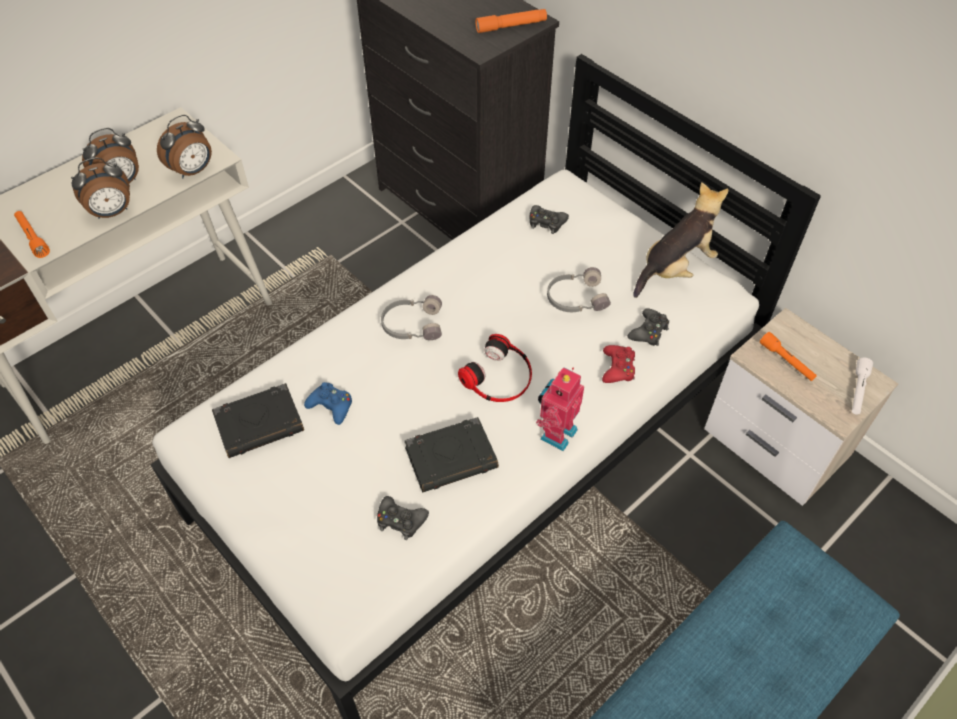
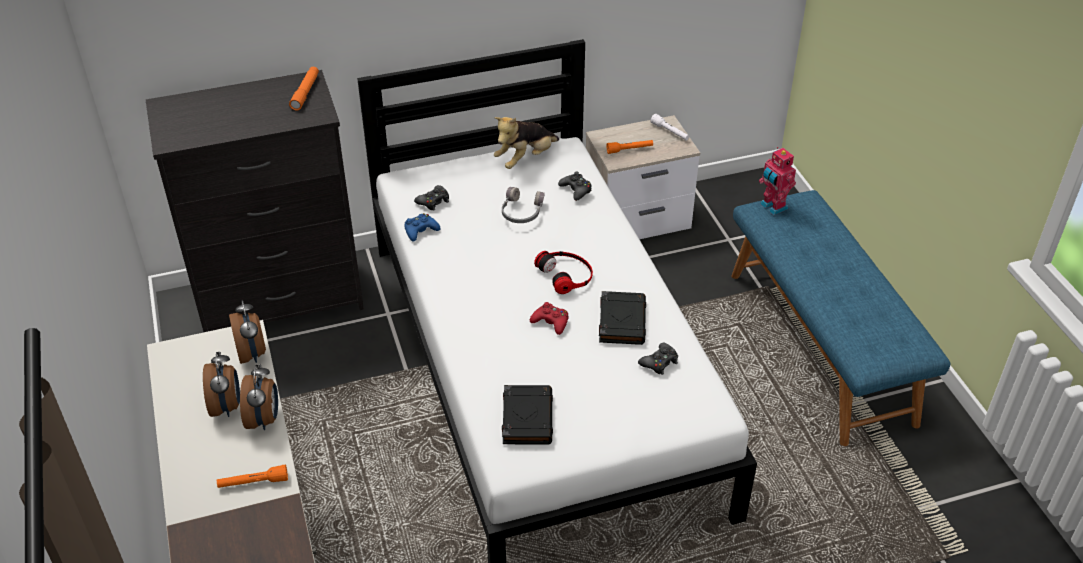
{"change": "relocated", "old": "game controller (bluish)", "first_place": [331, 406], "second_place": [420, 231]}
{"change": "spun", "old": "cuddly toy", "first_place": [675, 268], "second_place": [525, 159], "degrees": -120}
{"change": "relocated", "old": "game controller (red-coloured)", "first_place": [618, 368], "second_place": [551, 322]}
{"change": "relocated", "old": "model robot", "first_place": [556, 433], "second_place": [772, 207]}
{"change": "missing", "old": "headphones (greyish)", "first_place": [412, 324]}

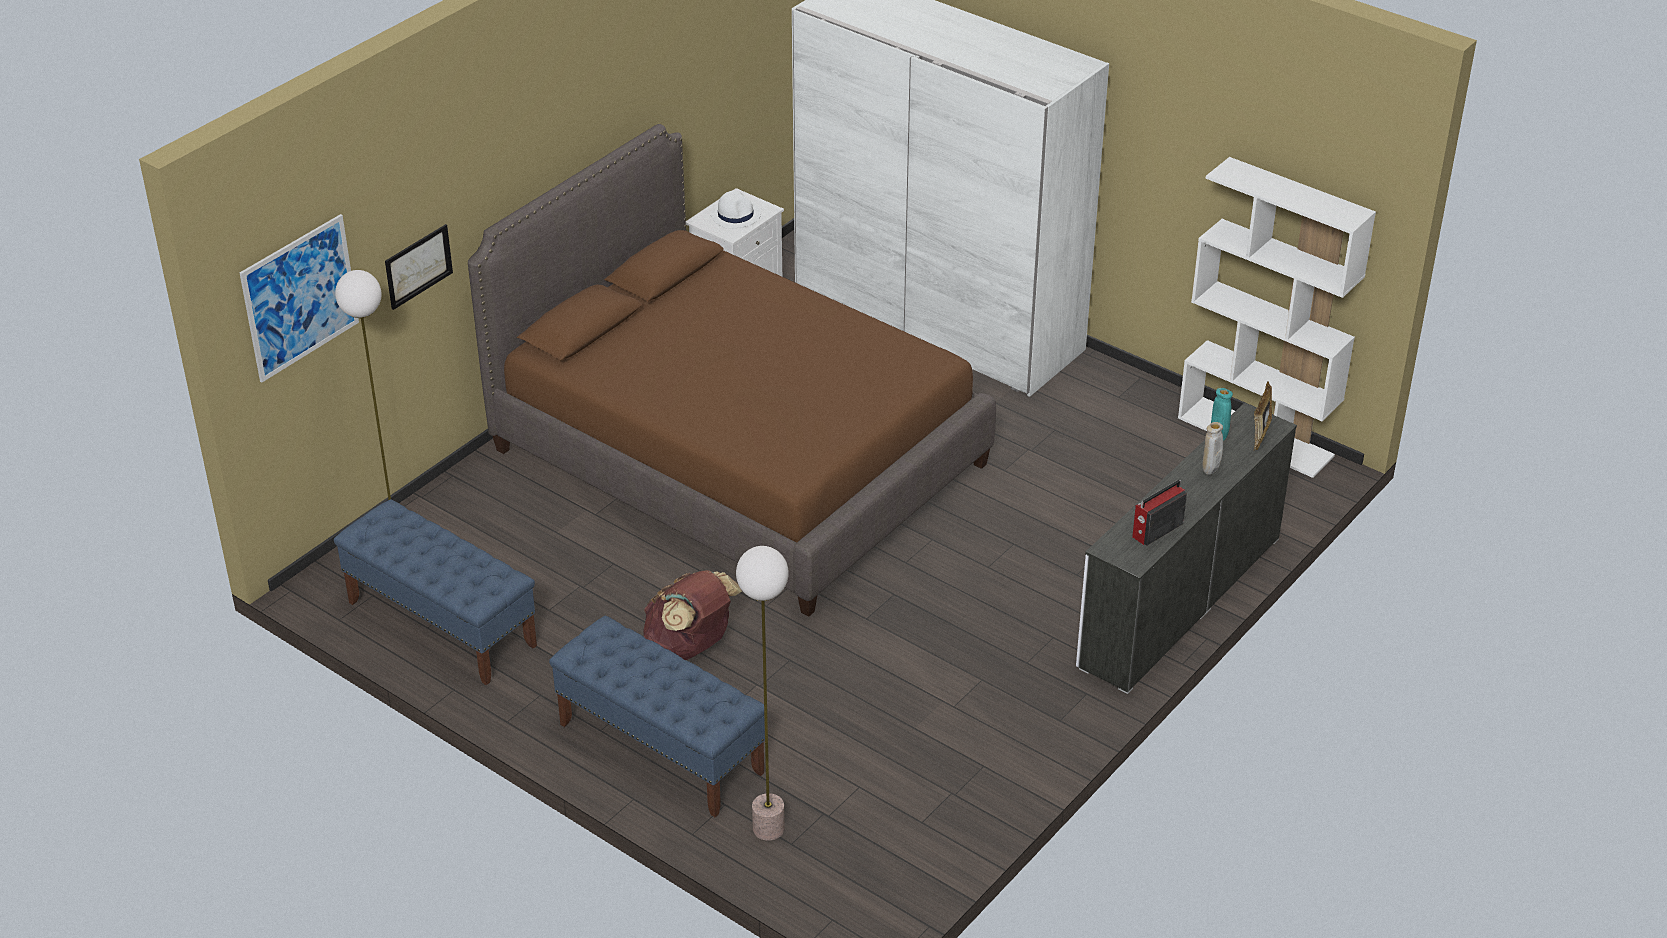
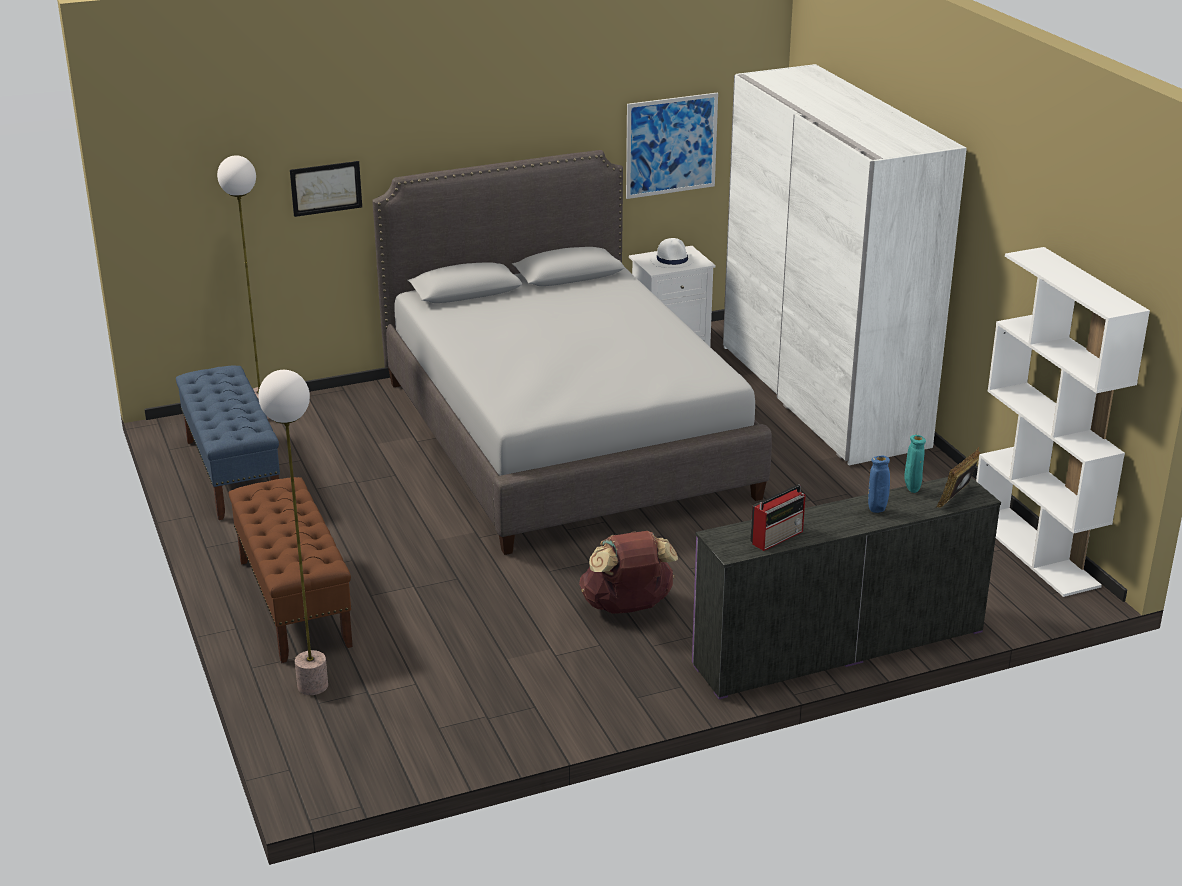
{"change": "colour", "old": "bench (bluish)", "new": "bench (brown-coloured)", "first_place": [660, 748], "second_place": [293, 602]}
{"change": "colour", "old": "bed (brown-coloured)", "new": "bed (greyish)", "first_place": [739, 456], "second_place": [565, 437]}
{"change": "relocated", "old": "rucksack (brown-coloured)", "first_place": [690, 647], "second_place": [627, 607]}
{"change": "relocated", "old": "wall art", "first_place": [300, 297], "second_place": [671, 145]}
{"change": "colour", "old": "chest of drawers (white-coloured)", "new": "chest of drawers (purplish)", "first_place": [1179, 601], "second_place": [838, 647]}
{"change": "spun", "old": "radio receiver", "first_place": [1156, 530], "second_place": [778, 537], "degrees": 150}
{"change": "colour", "old": "vase (sand-coloured)", "new": "vase (bluish)", "first_place": [1210, 472], "second_place": [876, 511]}

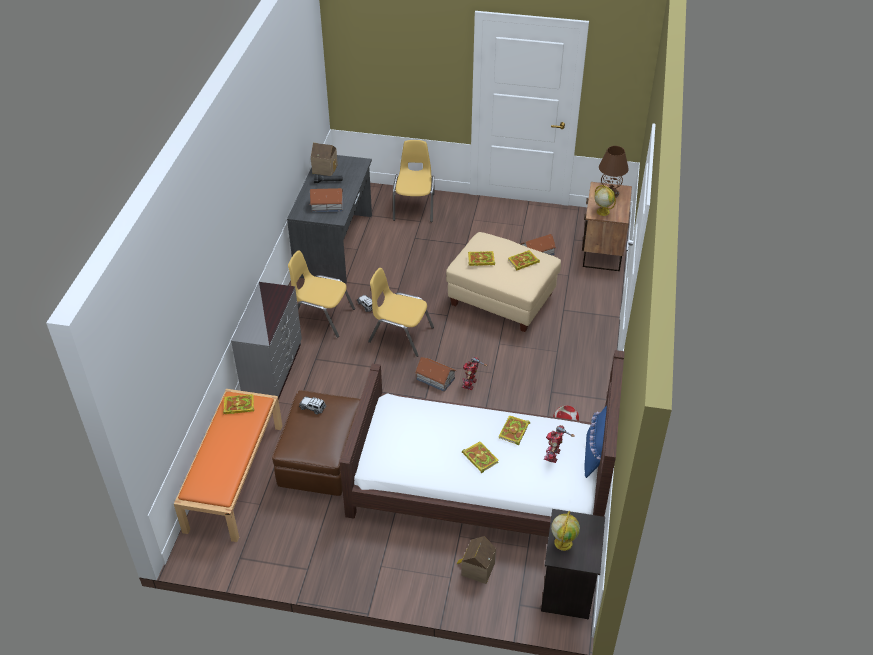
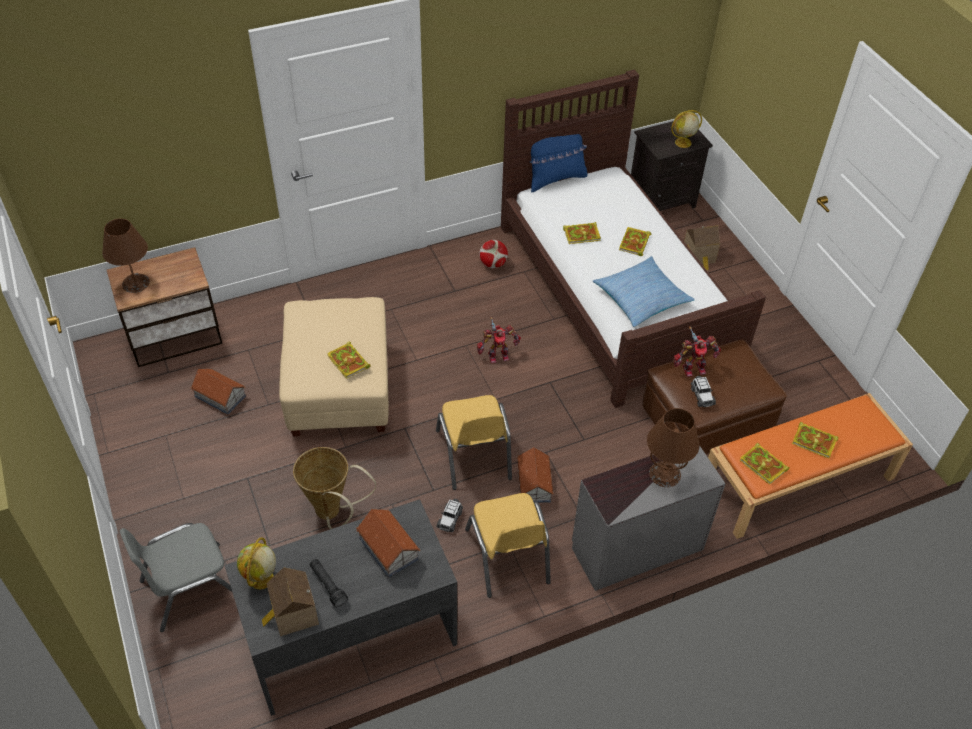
{"change": "colour", "old": "upright chair (yellow-coloured)", "new": "upright chair (greyish)", "first_place": [414, 207], "second_place": [190, 587]}
{"change": "relocated", "old": "world globe", "first_place": [602, 211], "second_place": [261, 579]}
{"change": "appeared", "new": "household basket", "second_place": [332, 513]}
{"change": "relocated", "old": "model house", "first_place": [435, 378], "second_place": [533, 484]}
{"change": "appeared", "new": "cushion", "second_place": [641, 298]}
{"change": "appeared", "new": "table lamp (brown-coloured)", "second_place": [664, 474]}
{"change": "relocated", "old": "model robot", "first_place": [553, 455], "second_place": [693, 368]}
{"change": "relocated", "old": "volume", "first_place": [522, 262], "second_place": [815, 442]}

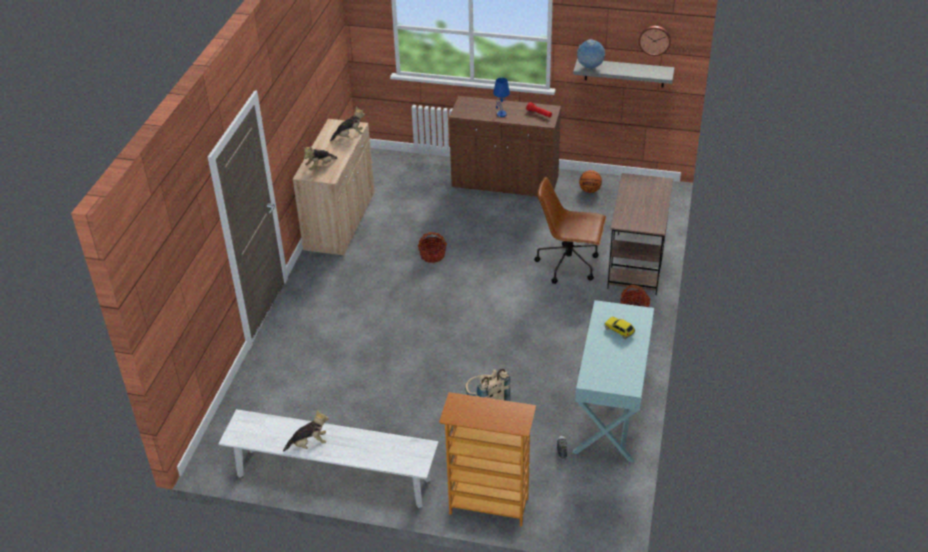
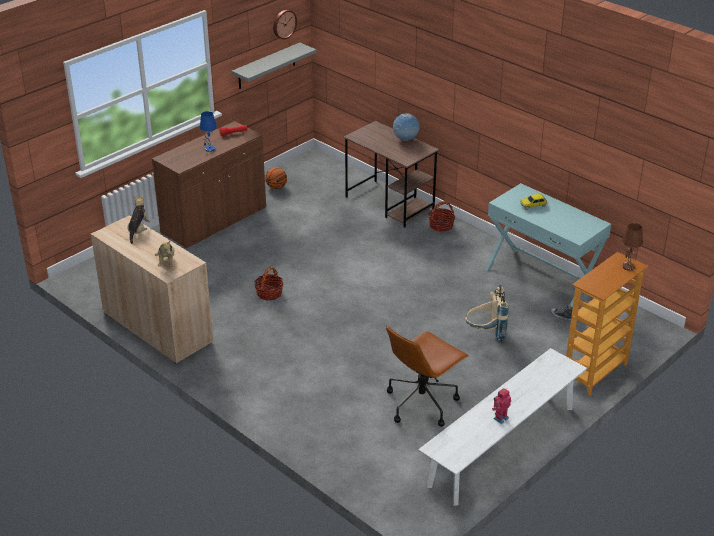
{"change": "relocated", "old": "desk chair (brown-coloured)", "first_place": [569, 265], "second_place": [422, 402]}
{"change": "relocated", "old": "world globe", "first_place": [590, 67], "second_place": [405, 140]}
{"change": "exchanged", "old": "cuddly toy", "new": "model robot", "first_place": [309, 444], "second_place": [500, 418]}
{"change": "appeared", "new": "table lamp (brown-coloured)", "second_place": [628, 266]}

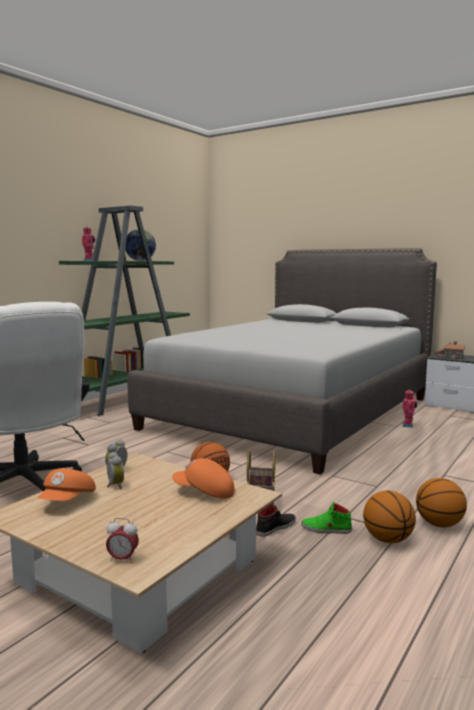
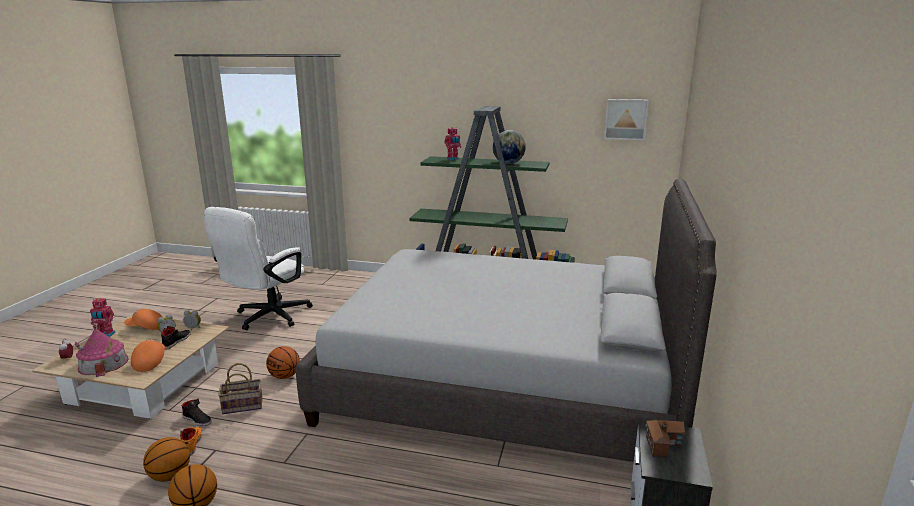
{"change": "appeared", "new": "model house", "second_place": [103, 363]}
{"change": "relocated", "old": "model robot", "first_place": [408, 425], "second_place": [106, 335]}
{"change": "appeared", "new": "shoe (black)", "second_place": [176, 341]}
{"change": "colour", "old": "shoe (greenish)", "new": "shoe (orange-coloured)", "first_place": [326, 529], "second_place": [192, 443]}
{"change": "appeared", "new": "wall art", "second_place": [625, 119]}

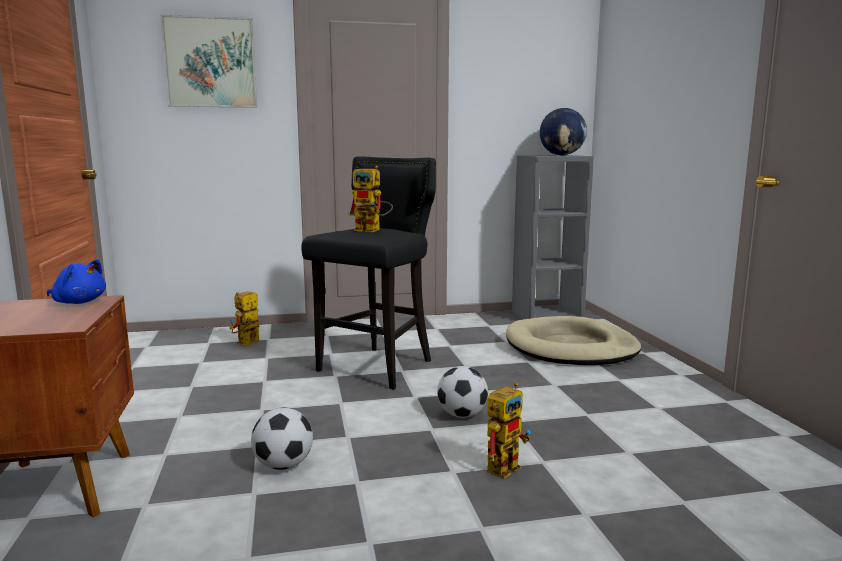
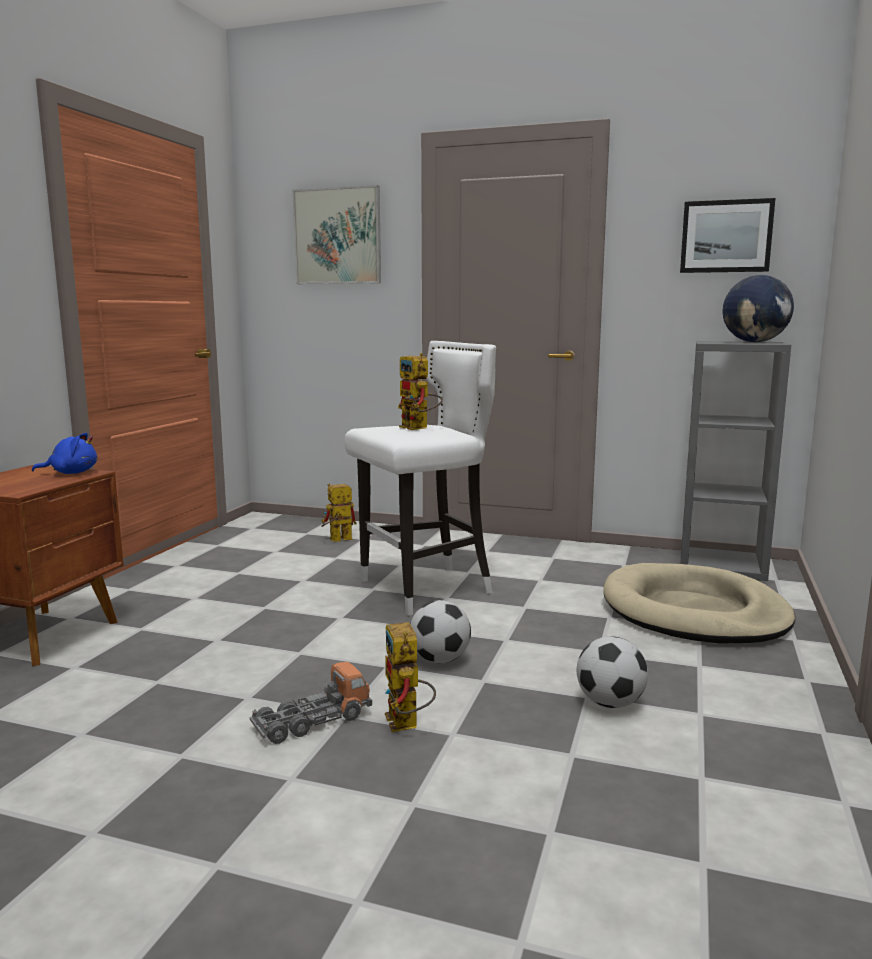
{"change": "spun", "old": "cuddly toy (bluish)", "first_place": [79, 302], "second_place": [71, 473], "degrees": -60}
{"change": "appeared", "new": "toy lorry", "second_place": [312, 721]}
{"change": "colour", "old": "stool (black)", "new": "stool (white-coloured)", "first_place": [377, 368], "second_place": [425, 589]}
{"change": "spun", "old": "model robot", "first_place": [505, 465], "second_place": [407, 725], "degrees": 90}
{"change": "relocated", "old": "football ball", "first_place": [283, 465], "second_place": [610, 703]}
{"change": "appeared", "new": "wall art", "second_place": [726, 236]}

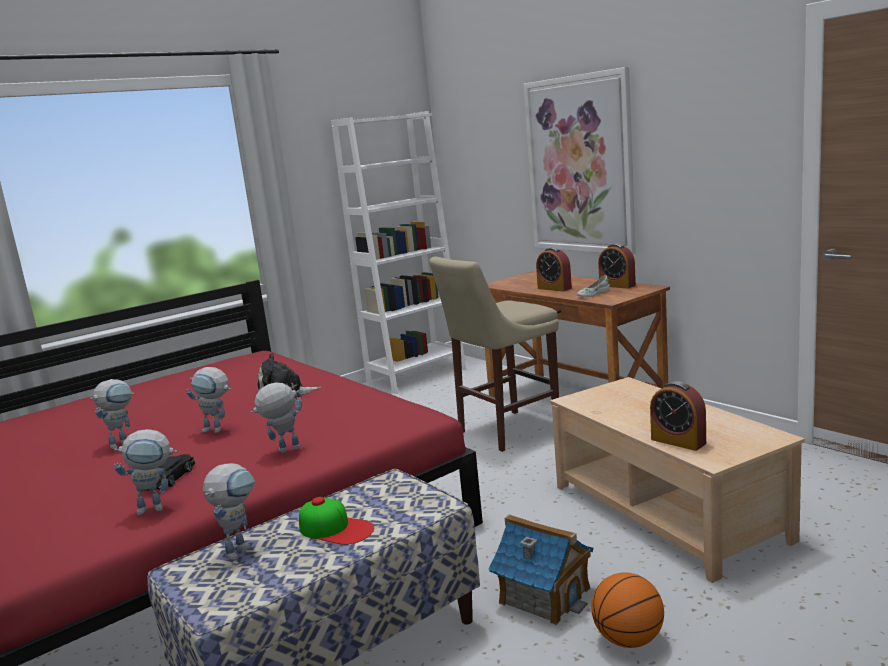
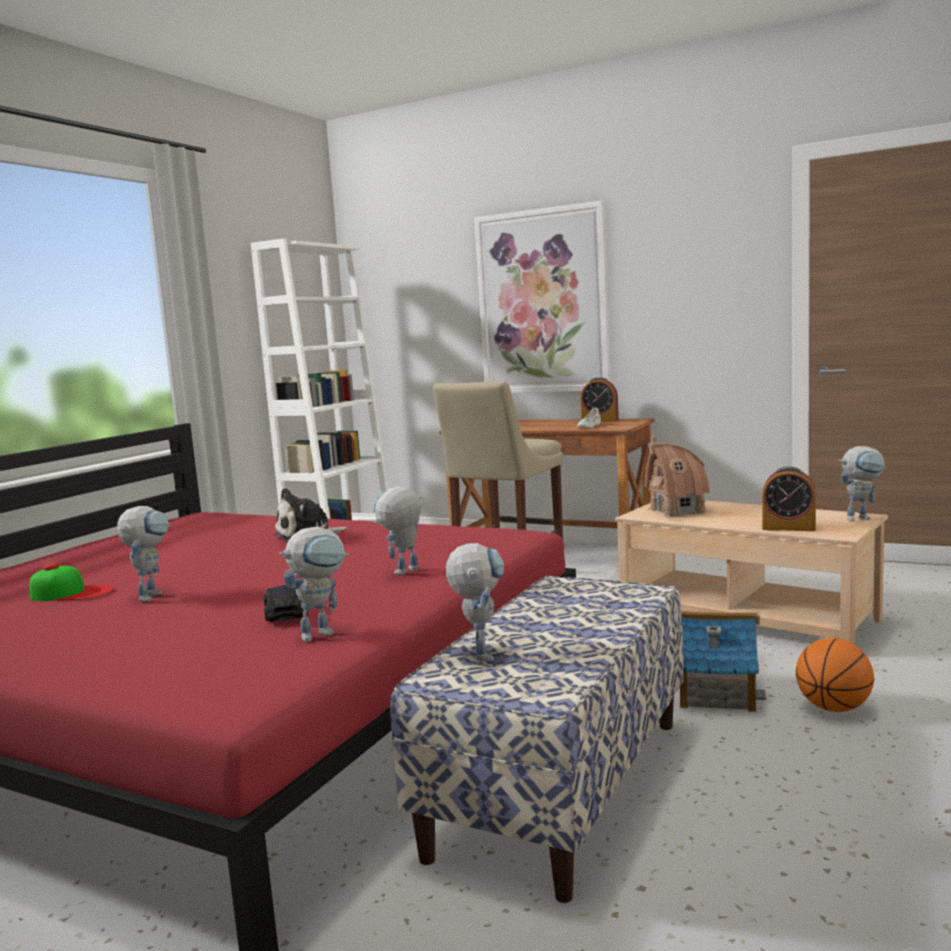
{"change": "relocated", "old": "baseball cap", "first_place": [336, 528], "second_place": [72, 593]}
{"change": "appeared", "new": "model house", "second_place": [677, 511]}
{"change": "relocated", "old": "model robot", "first_place": [218, 430], "second_place": [862, 518]}
{"change": "missing", "old": "bedside clock", "first_place": [554, 288]}

